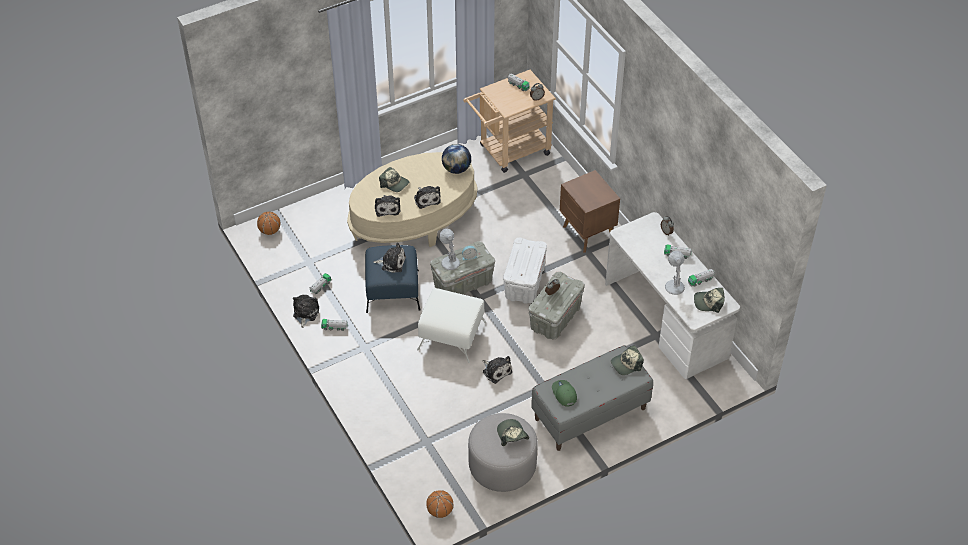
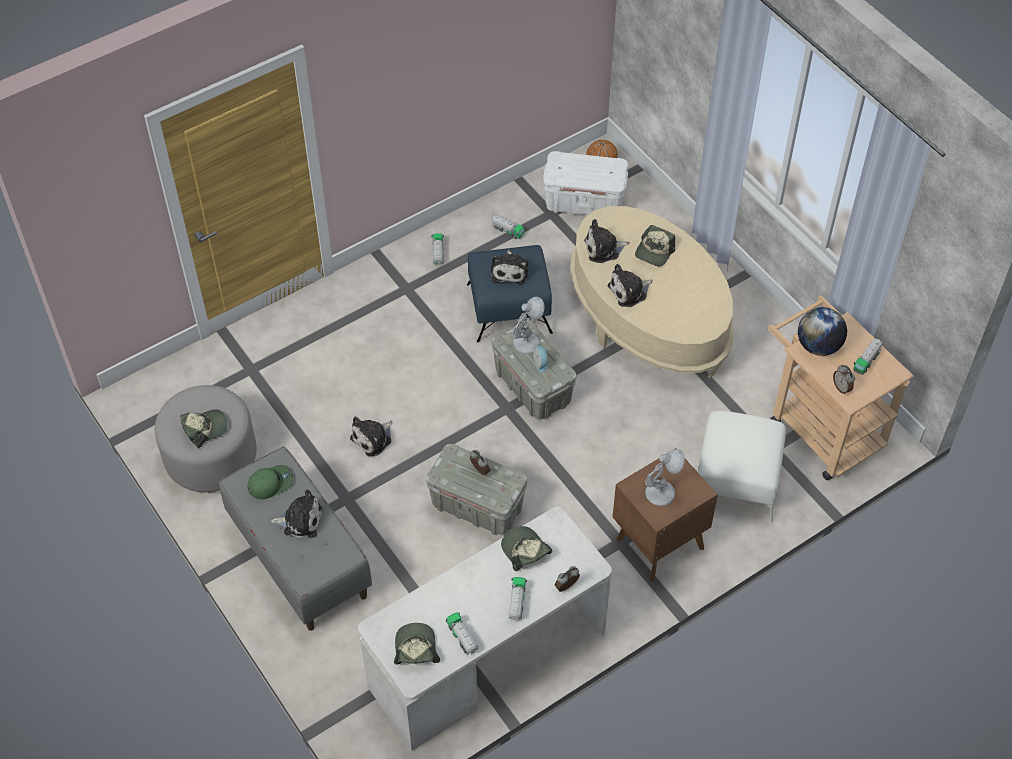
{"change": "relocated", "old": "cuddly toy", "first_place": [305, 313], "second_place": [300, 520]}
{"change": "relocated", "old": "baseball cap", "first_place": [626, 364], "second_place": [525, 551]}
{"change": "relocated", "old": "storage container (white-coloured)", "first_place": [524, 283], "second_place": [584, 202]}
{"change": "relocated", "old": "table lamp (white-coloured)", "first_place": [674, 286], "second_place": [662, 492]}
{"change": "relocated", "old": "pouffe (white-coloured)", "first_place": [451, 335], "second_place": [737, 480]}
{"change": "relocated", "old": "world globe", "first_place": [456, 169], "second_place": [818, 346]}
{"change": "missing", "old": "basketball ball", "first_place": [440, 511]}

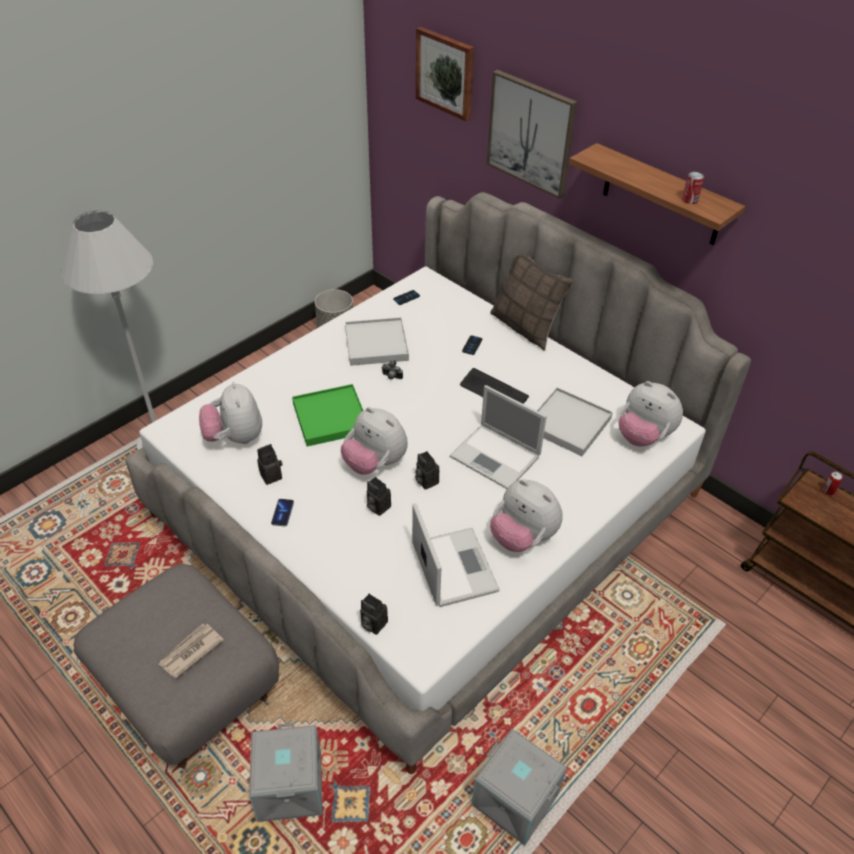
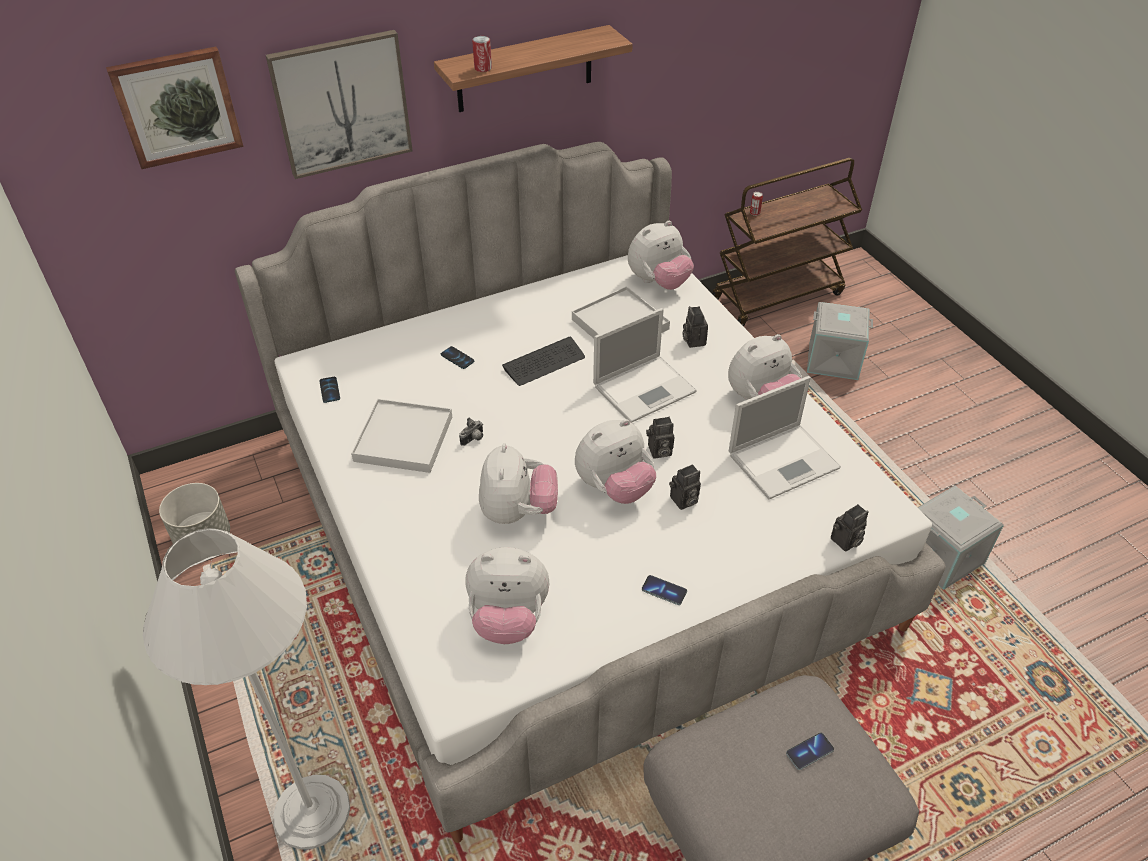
{"change": "relocated", "old": "metal can", "first_place": [690, 200], "second_place": [483, 68]}
{"change": "exchanged", "old": "tray (greenish)", "new": "cuddly toy", "first_place": [330, 417], "second_place": [518, 512]}
{"change": "relocated", "old": "still camera", "first_place": [271, 475], "second_place": [693, 340]}
{"change": "spun", "old": "laptop", "first_place": [453, 566], "second_place": [784, 460], "degrees": 150}
{"change": "exchanged", "old": "newspaper", "new": "handset", "first_place": [190, 652], "second_place": [809, 752]}
{"change": "relocated", "old": "storage container (greyish)", "first_place": [288, 786], "second_place": [832, 360]}
{"change": "missing", "old": "cushion", "first_place": [525, 327]}

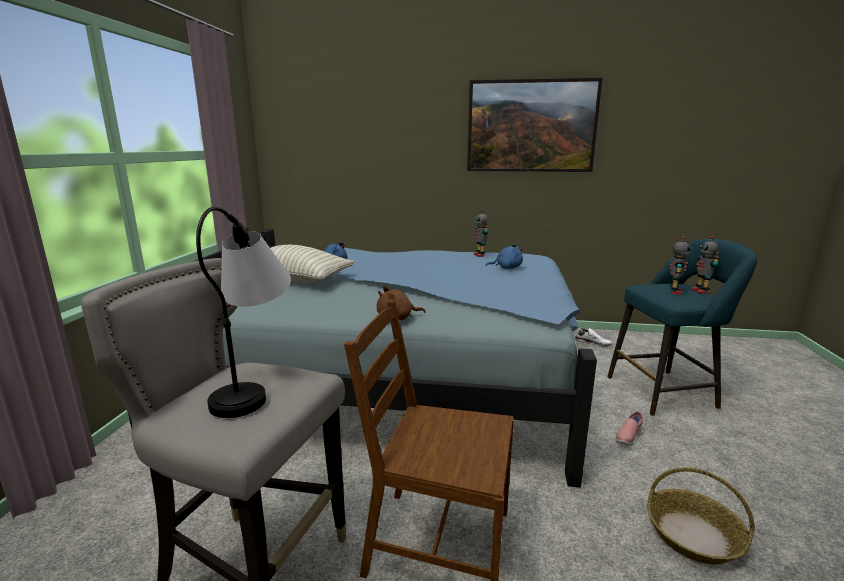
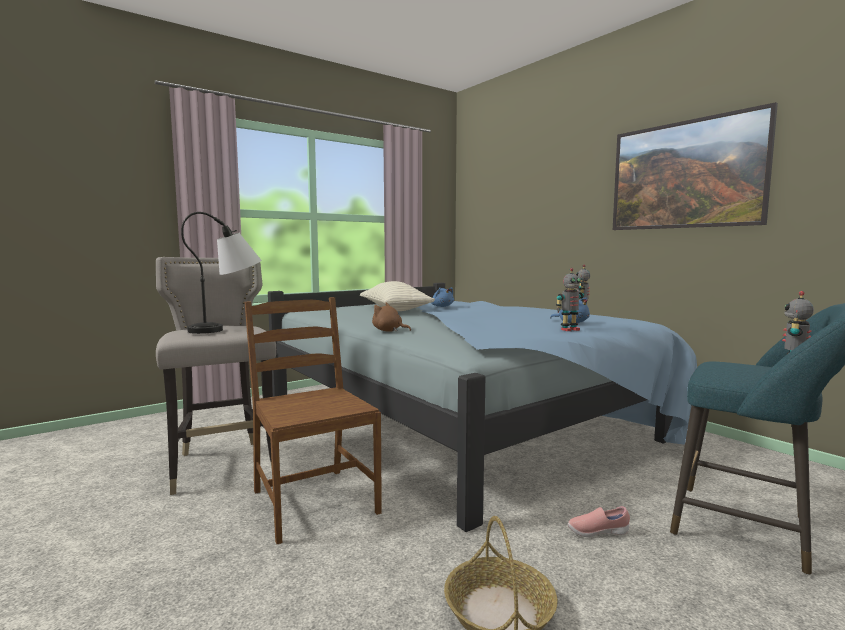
{"change": "relocated", "old": "model robot", "first_place": [674, 292], "second_place": [569, 329]}
{"change": "missing", "old": "shoe (white-coloured)", "first_place": [593, 343]}

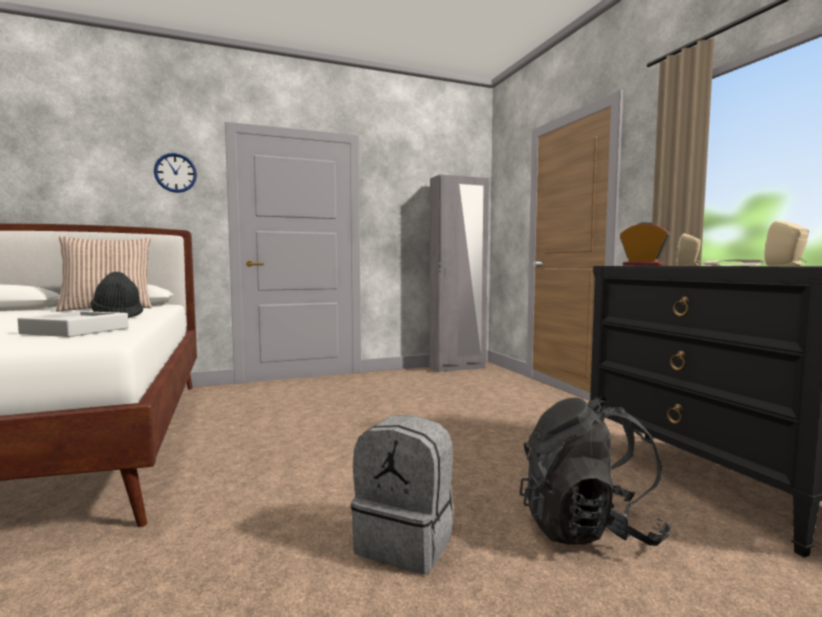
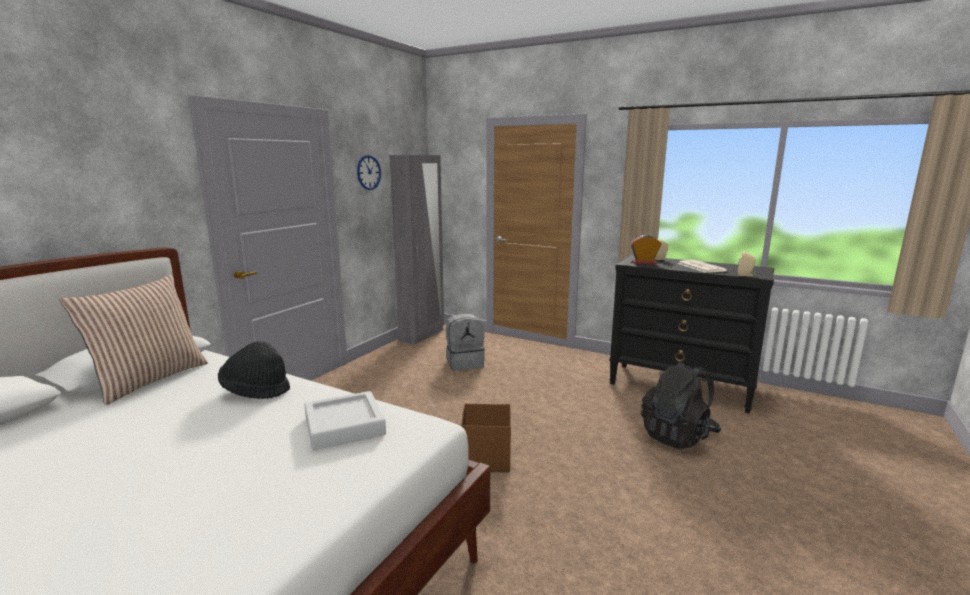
{"change": "relocated", "old": "clock on the wall", "first_place": [175, 173], "second_place": [369, 172]}
{"change": "relocated", "old": "rucksack (greyish)", "first_place": [406, 542], "second_place": [465, 363]}
{"change": "appeared", "new": "storage container (brown-coloured)", "second_place": [487, 459]}

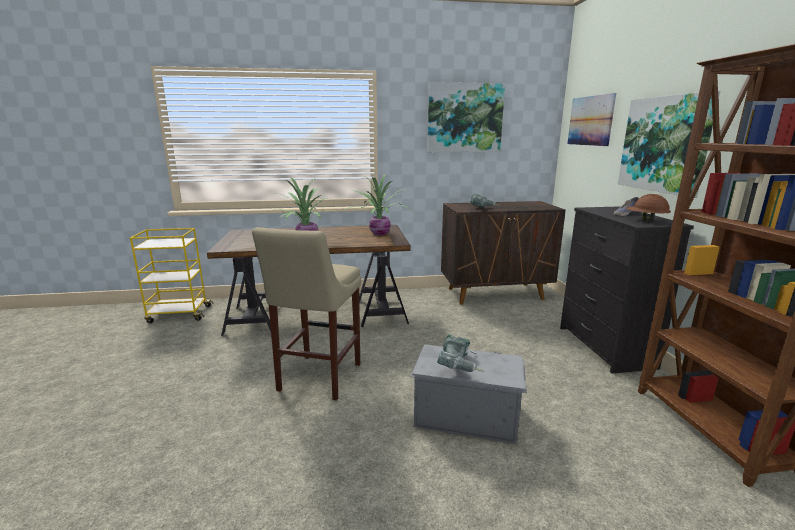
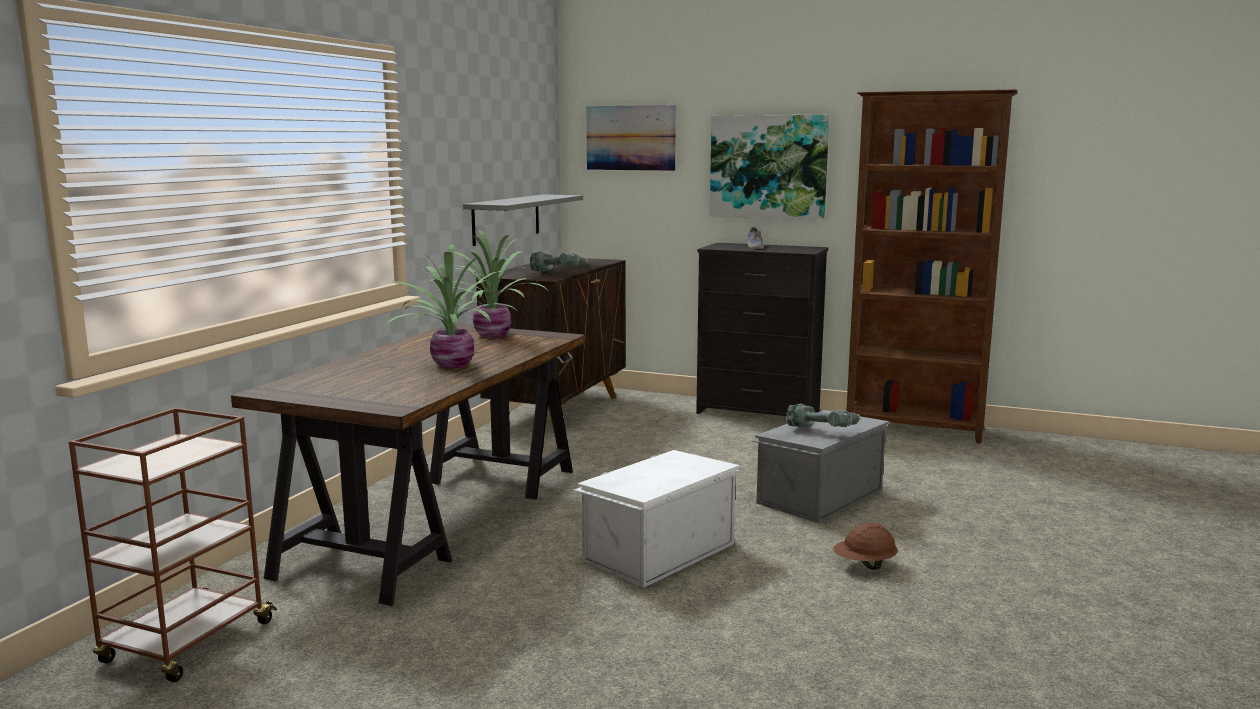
{"change": "colour", "old": "wheeled cart (yellow-coloured)", "new": "wheeled cart (brown-coloured)", "first_place": [179, 314], "second_place": [186, 644]}
{"change": "appeared", "new": "wall shelf (greyish)", "second_place": [506, 219]}
{"change": "exchanged", "old": "stool (sand-coloured)", "new": "storage container (white-coloured)", "first_place": [317, 379], "second_place": [657, 552]}
{"change": "relocated", "old": "hard hat (brown-coloured)", "first_place": [645, 220], "second_place": [864, 565]}
{"change": "missing", "old": "wall art", "first_place": [464, 118]}

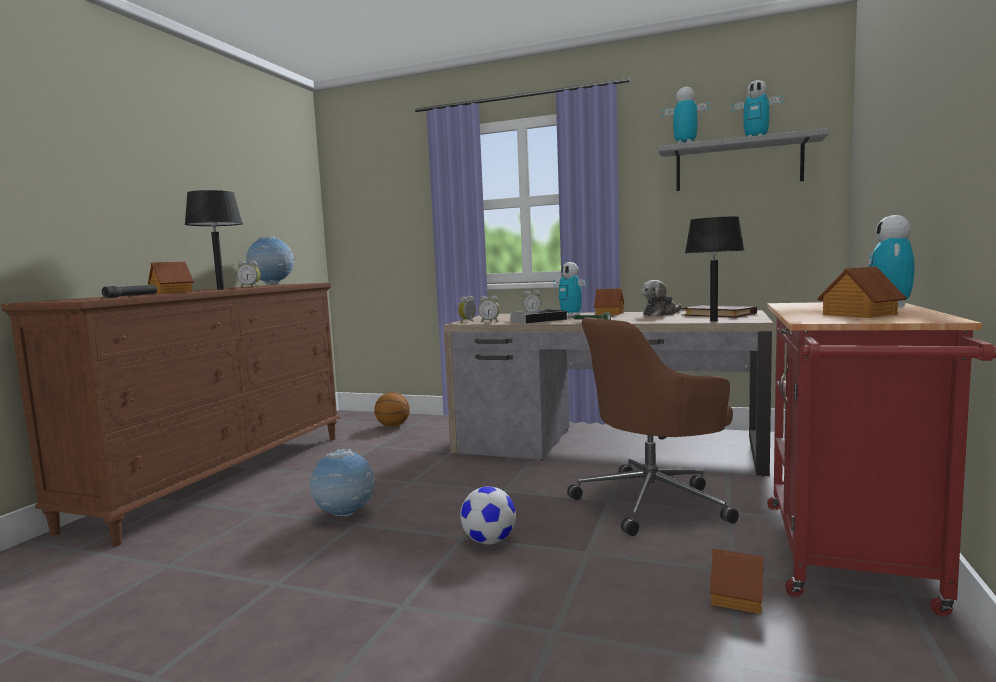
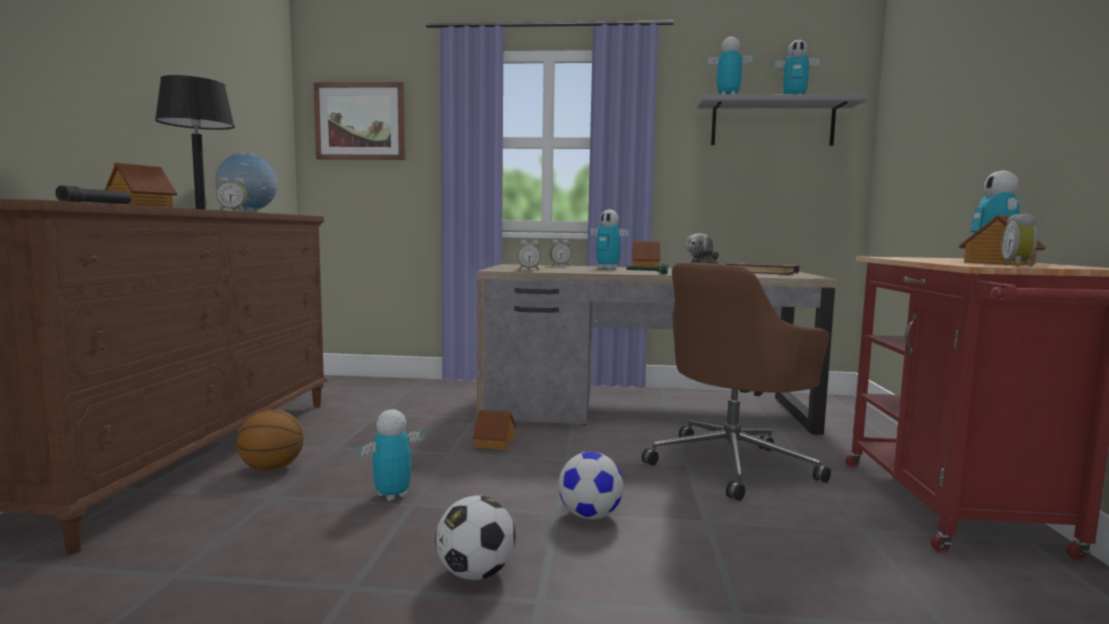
{"change": "relocated", "old": "basketball ball", "first_place": [393, 426], "second_place": [271, 469]}
{"change": "appeared", "new": "wall art", "second_place": [360, 121]}
{"change": "exchanged", "old": "world globe", "new": "model robot", "first_place": [345, 516], "second_place": [392, 495]}
{"change": "appeared", "new": "football ball", "second_place": [475, 573]}
{"change": "relocated", "old": "model house", "first_place": [738, 597], "second_place": [495, 443]}
{"change": "relocated", "old": "bedside clock", "first_place": [468, 321], "second_place": [1019, 266]}
{"change": "missing", "old": "volume", "first_place": [539, 320]}
{"change": "missing", "old": "table lamp (black)", "first_place": [714, 321]}

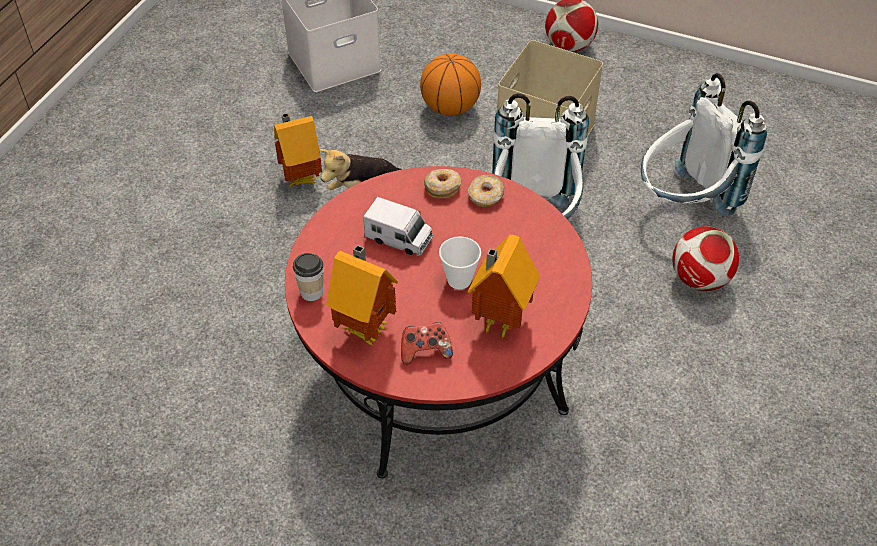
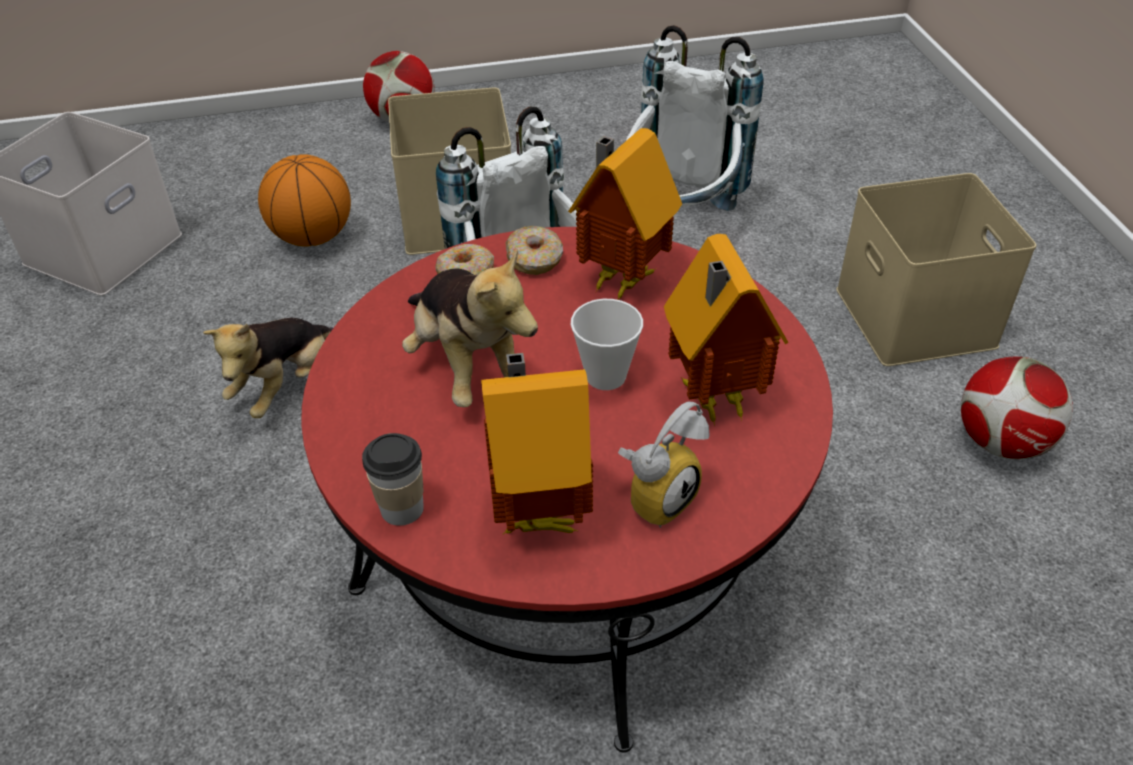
{"change": "exchanged", "old": "toy lorry", "new": "cuddly toy", "first_place": [399, 238], "second_place": [467, 366]}
{"change": "relocated", "old": "model house", "first_place": [300, 178], "second_place": [618, 279]}
{"change": "exchanged", "old": "game controller", "new": "bedside clock", "first_place": [425, 351], "second_place": [657, 495]}
{"change": "appeared", "new": "storage container (sand-coloured)", "second_place": [918, 318]}
{"change": "relocated", "old": "football ball", "first_place": [699, 279], "second_place": [1000, 442]}

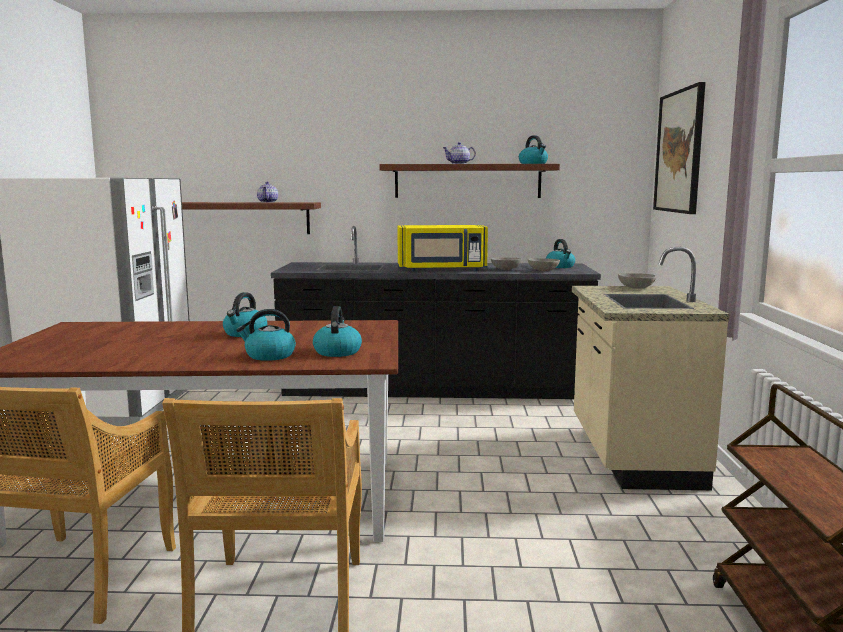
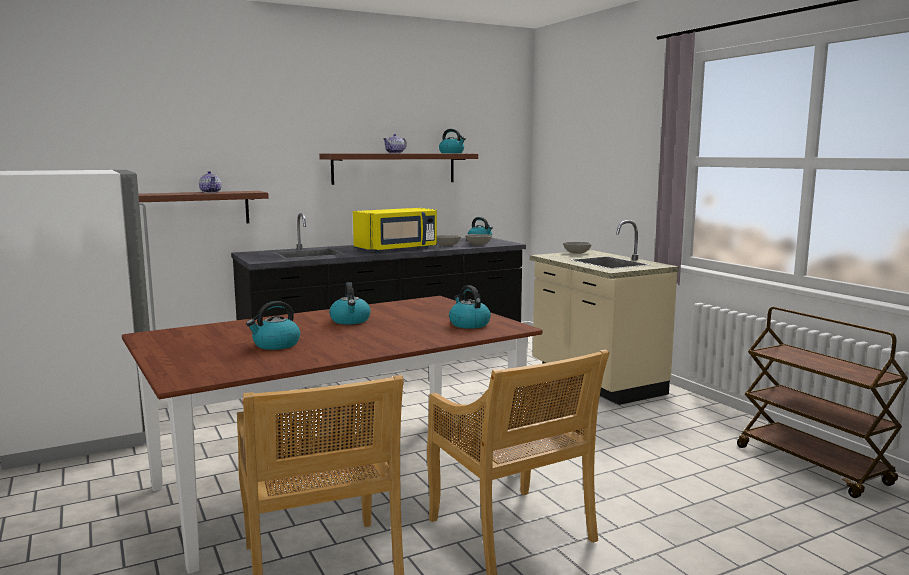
{"change": "relocated", "old": "tea kettle", "first_place": [269, 356], "second_place": [275, 345]}
{"change": "missing", "old": "wall art", "first_place": [679, 151]}

